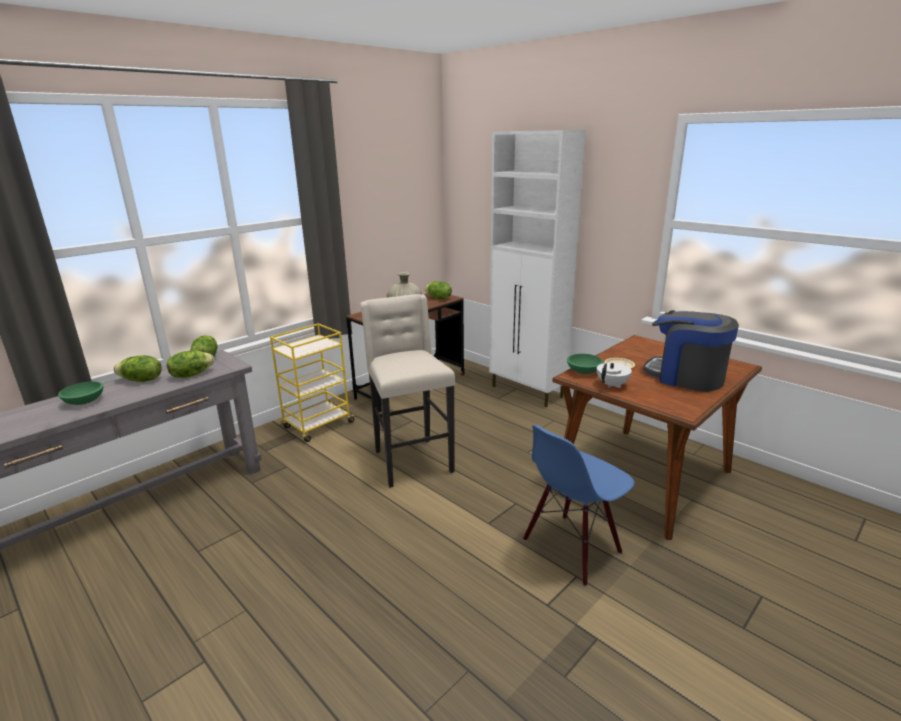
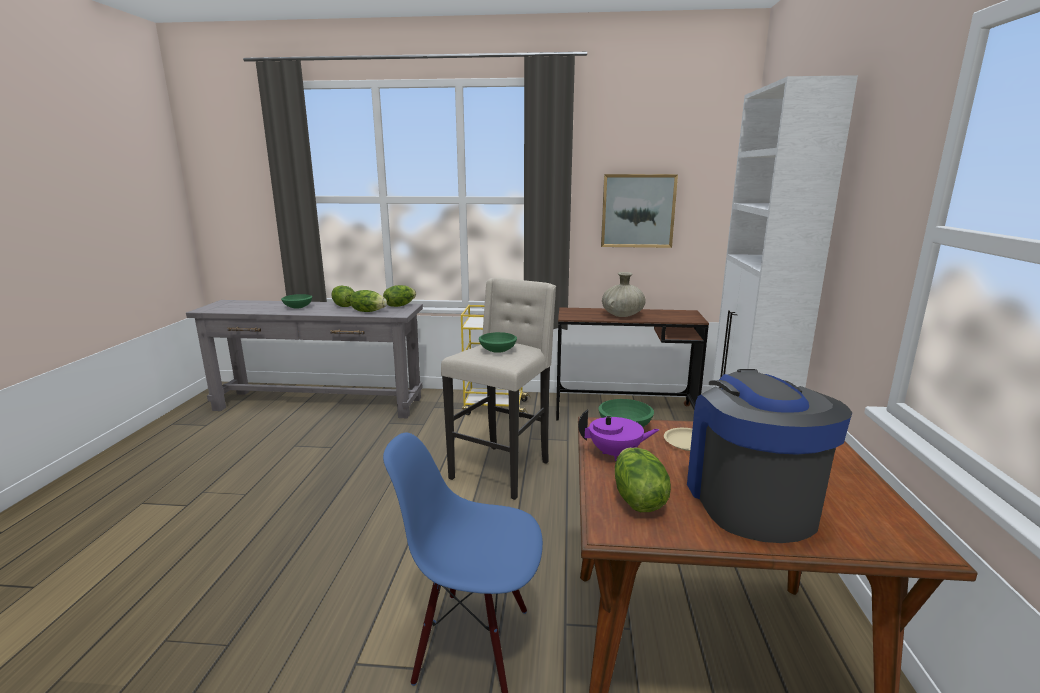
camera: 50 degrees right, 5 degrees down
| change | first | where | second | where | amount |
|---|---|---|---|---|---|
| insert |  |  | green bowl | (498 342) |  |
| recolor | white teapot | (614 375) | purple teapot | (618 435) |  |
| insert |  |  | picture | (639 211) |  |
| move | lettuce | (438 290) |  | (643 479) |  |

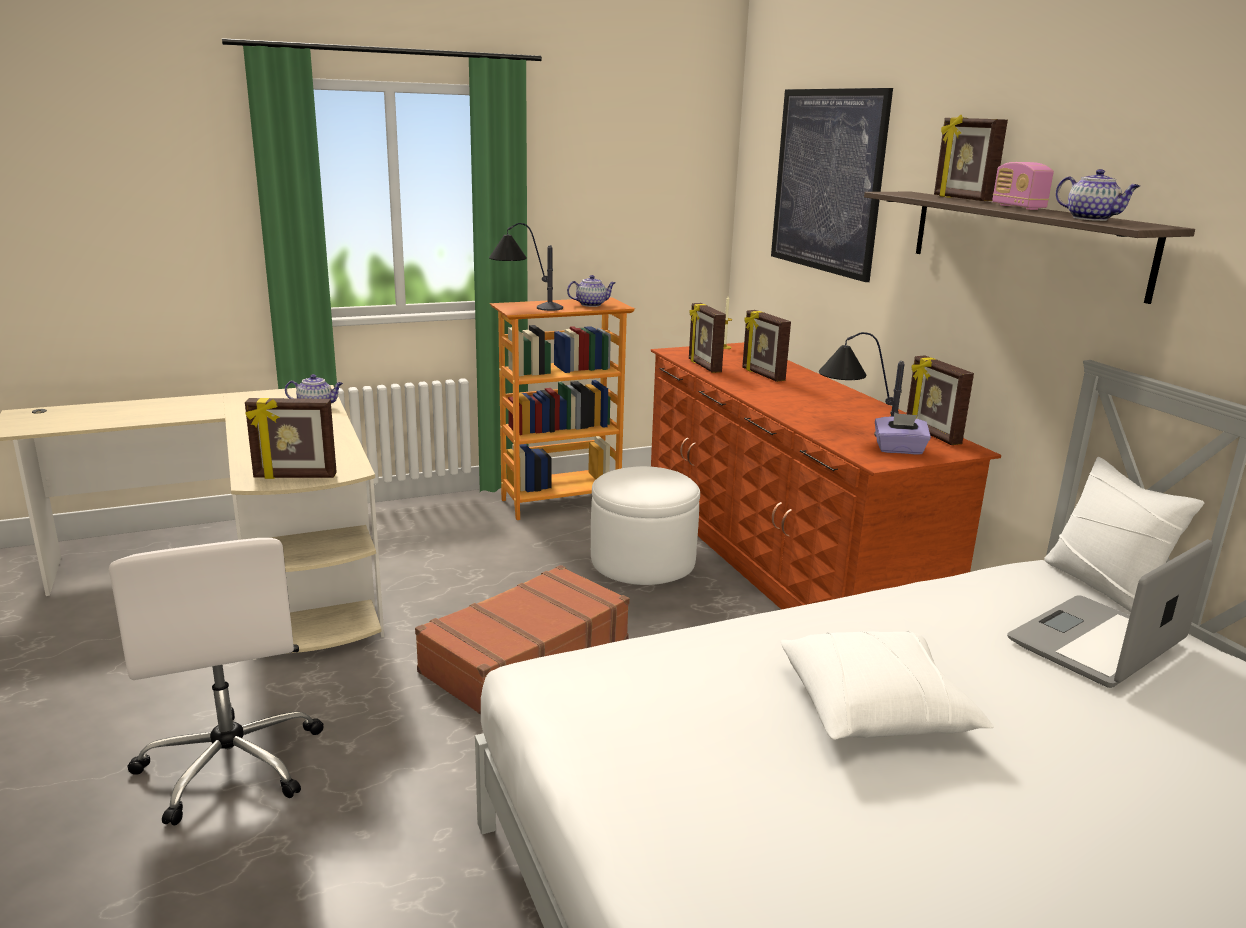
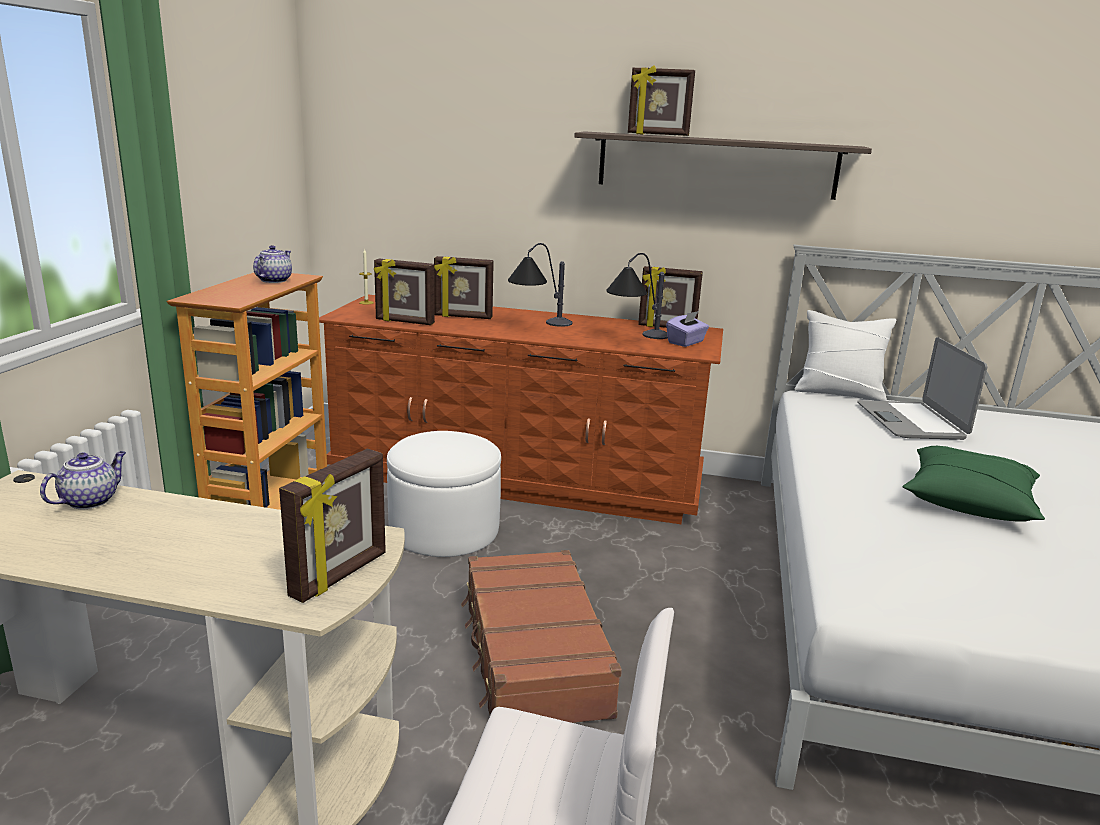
camera: 55 degrees left, 0 degrees up
| change | first | where | second | where | amount |
|---|---|---|---|---|---|
| move | table lamp | (526 267) |  | (540 285) |  |
| recolor | white pillow | (887 685) | green pillow | (973 484) |  |
| delete | picture | (832 185) |  |  |  |
| delete | radio | (1023 186) |  |  |  |
| delete | teapot | (1098 195) |  |  |  |

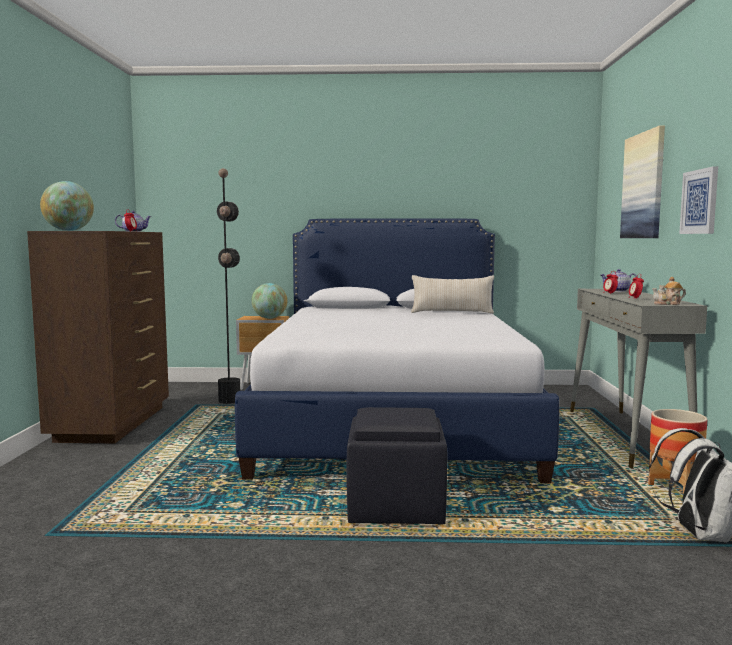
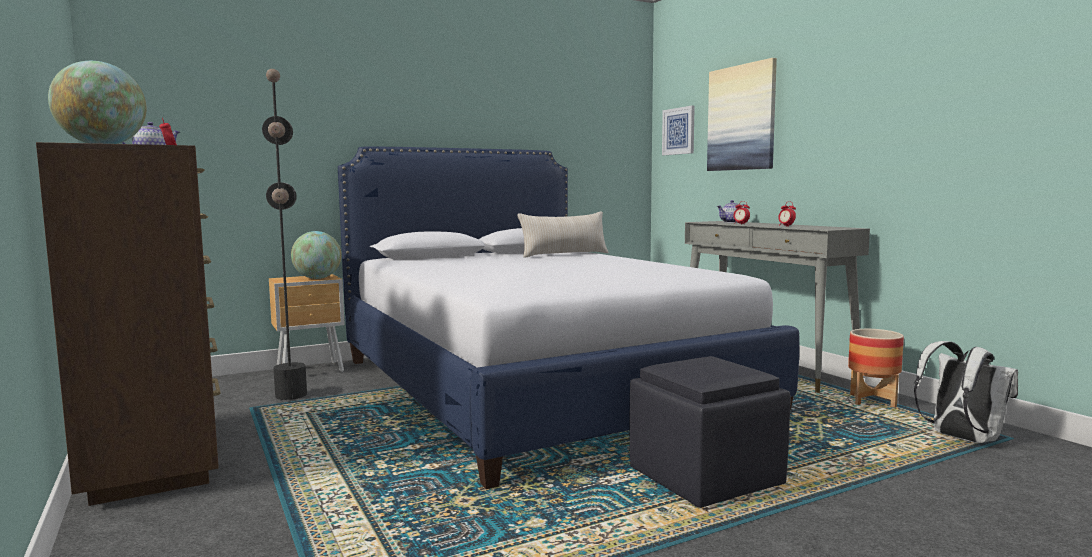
camera: 30 degrees left, 0 degrees up
| change | first | where | second | where | amount |
|---|---|---|---|---|---|
| move | picture | (698 200) |  | (678 130) |  |
| delete | teapot | (669 291) |  |  |  |

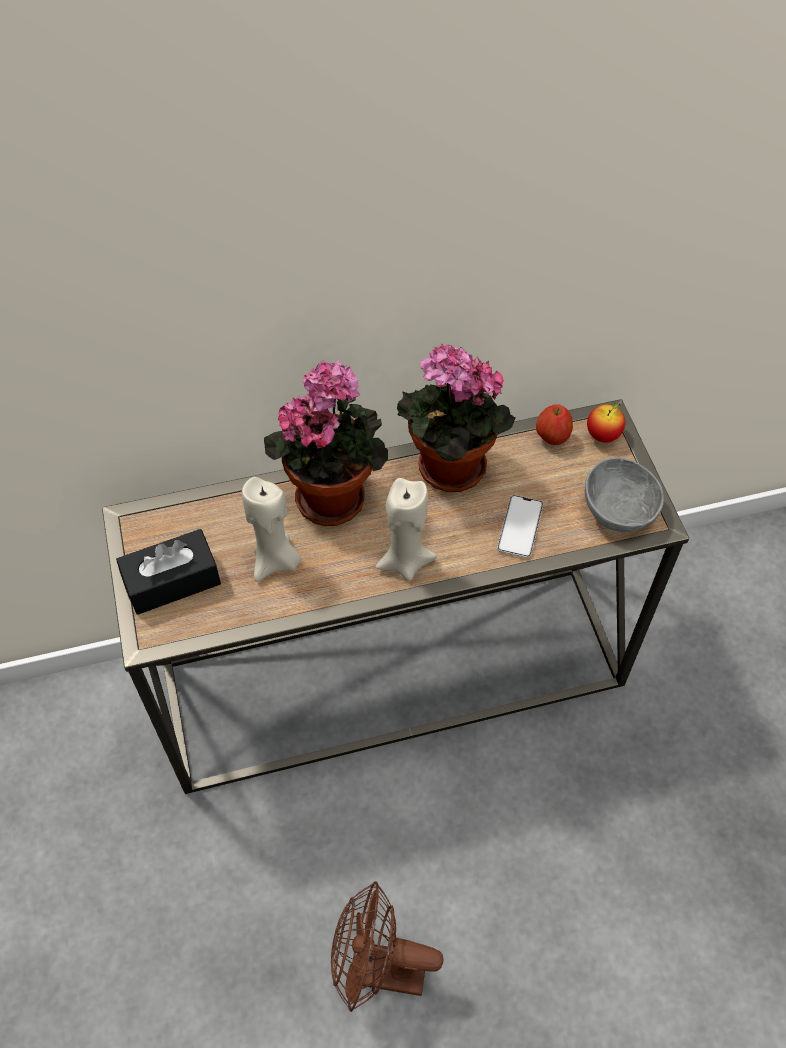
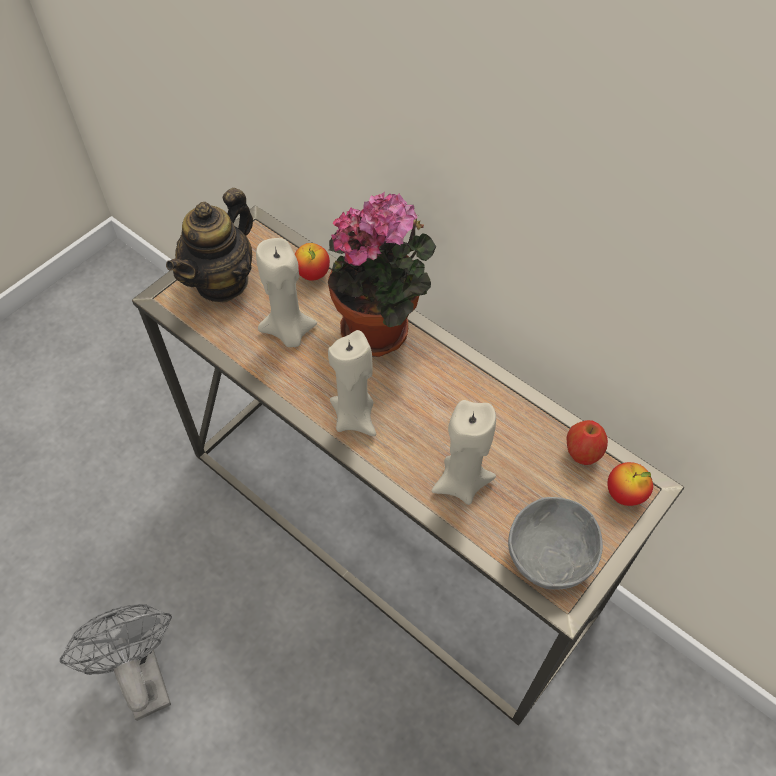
camera: 55 degrees right, 0 degrees up
| change | first | where | second | where | amount |
|---|---|---|---|---|---|
| recolor | brown fan | (387 946) | grey fan | (116 662) |  |
| replace | black tissue box | (168 572) | teapot | (209 245) |  |
| insert |  |  | apple | (312 262) |  |
| replace | phone | (520 526) | beige candle | (464 452) |  |
| delete | potted plant | (456 418) |  |  |  |

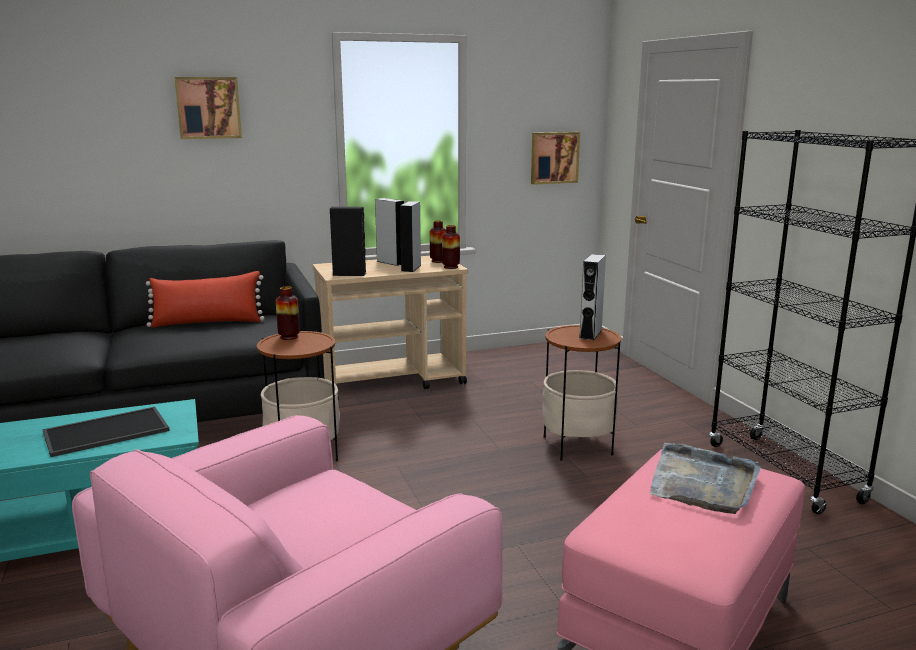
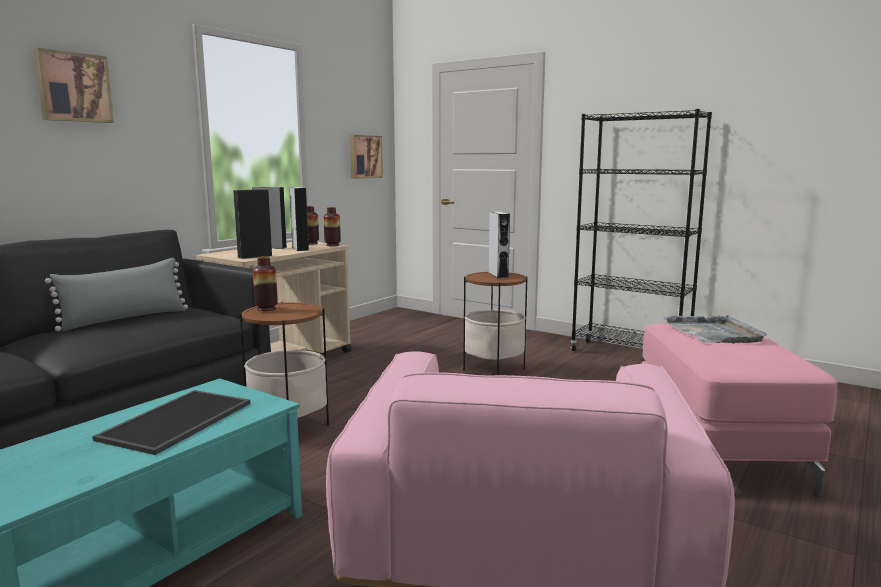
camera: 35 degrees left, 5 degrees down
| change | first | where | second | where | amount |
|---|---|---|---|---|---|
| recolor | red pillow | (205 299) | grey pillow | (116 294) |  |

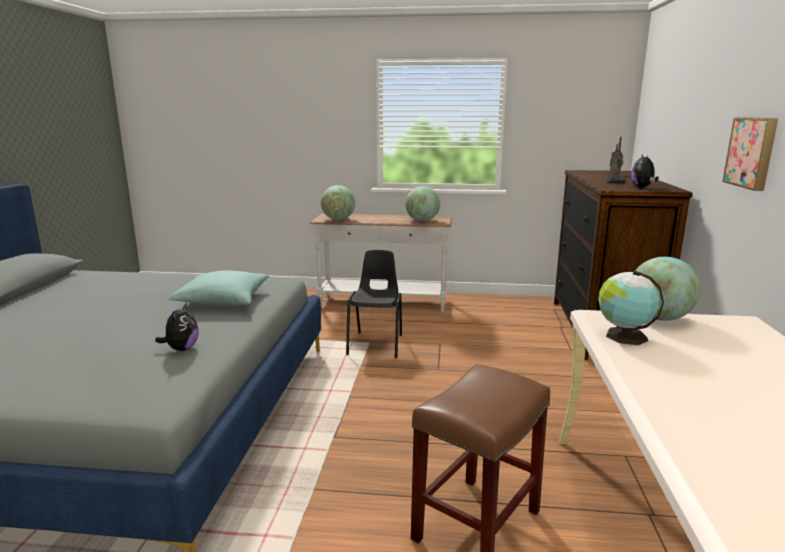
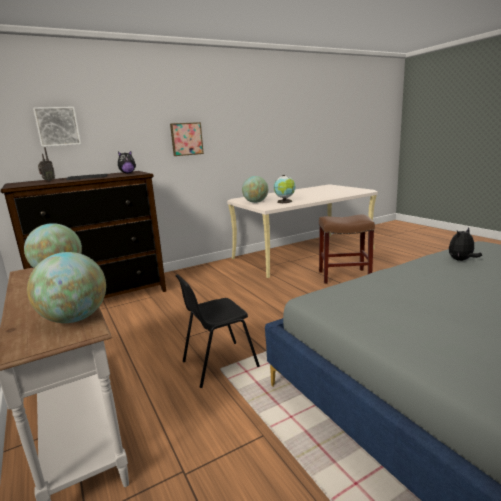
camera: 125 degrees left, 0 degrees up
| change | first | where | second | where | amount |
|---|---|---|---|---|---|
| insert |  |  | picture | (57 127) |  |
| delete | turquoise pillow | (218 288) |  |  |  |

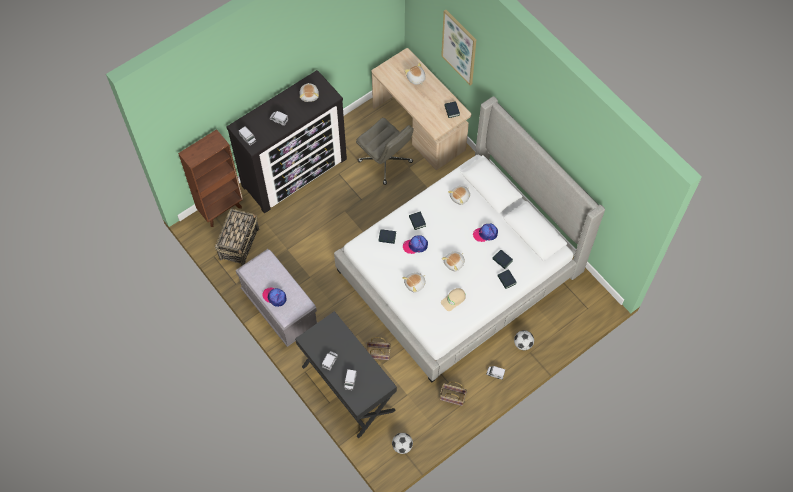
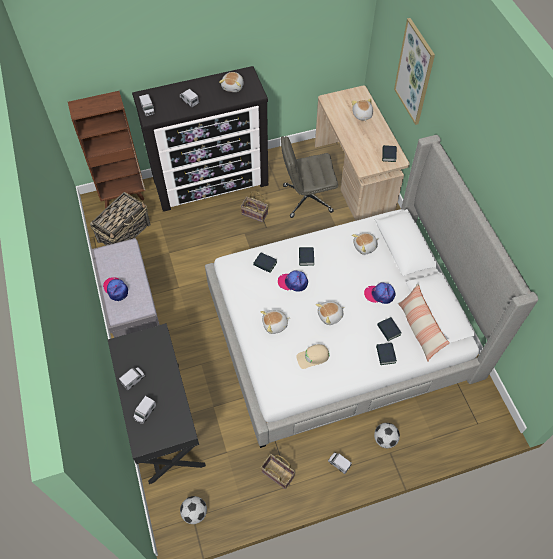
camera: 20 degrees right, 5 degrees down
| change | first | where | second | where | amount |
|---|---|---|---|---|---|
| move | basket | (378 348) |  | (254 206) |  |
| rotate | grey office chair | (385 151) |  | (309 177) | 105 degrees clockwise |
| insert |  |  | pillow | (424 323) |  |

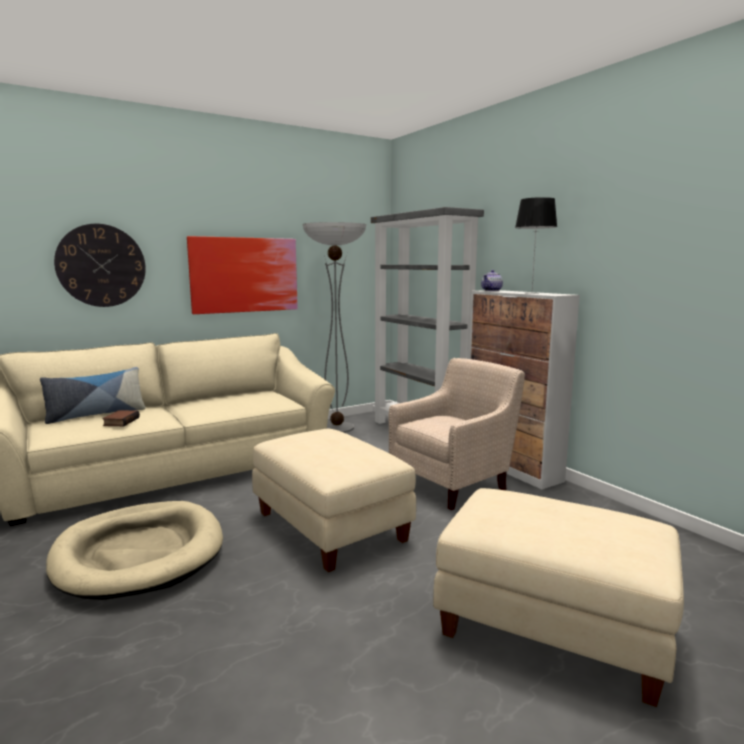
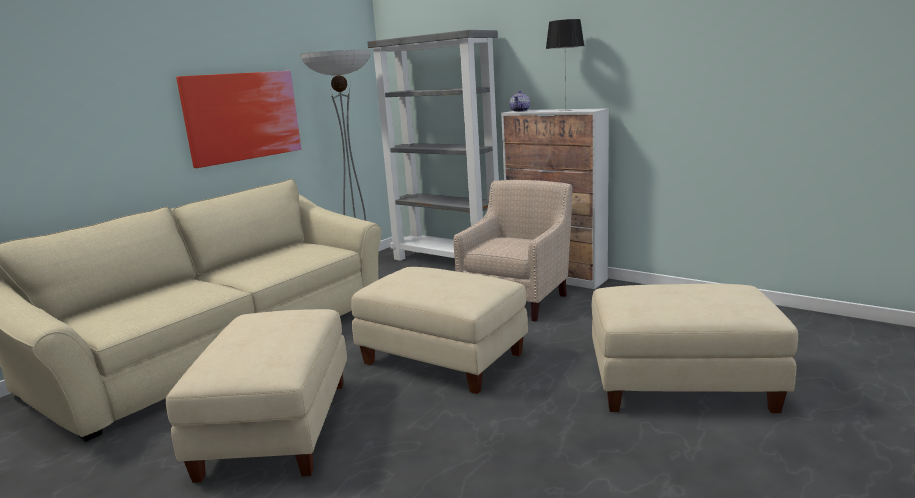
camera: 20 degrees left, 5 degrees up
| change | first | where | second | where | amount |
|---|---|---|---|---|---|
| replace | beige dog bed | (134 550) | beige ottoman | (256 396) |  |
| delete | pillow | (93 395) |  |  |  |
| delete | wall clock | (100 265) |  |  |  |
| delete | book | (121 418) |  |  |  |

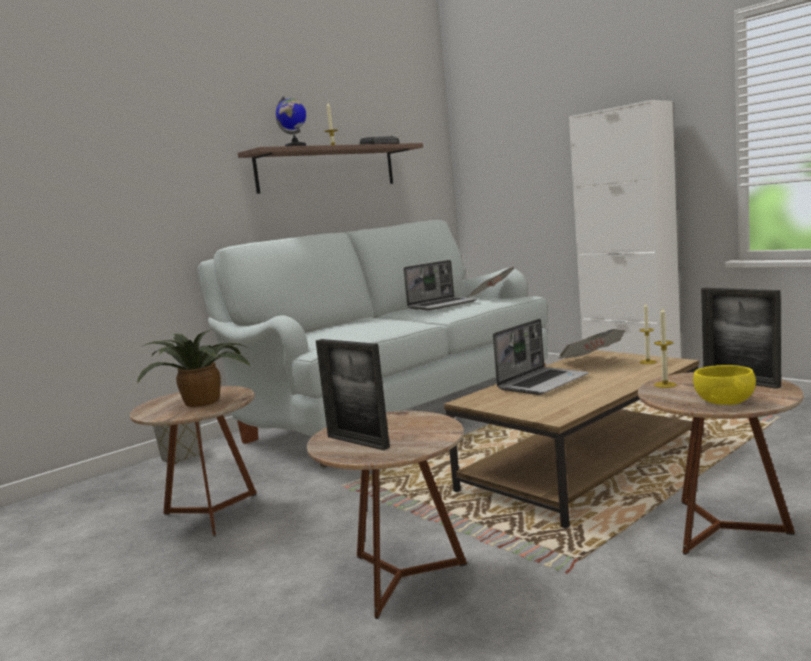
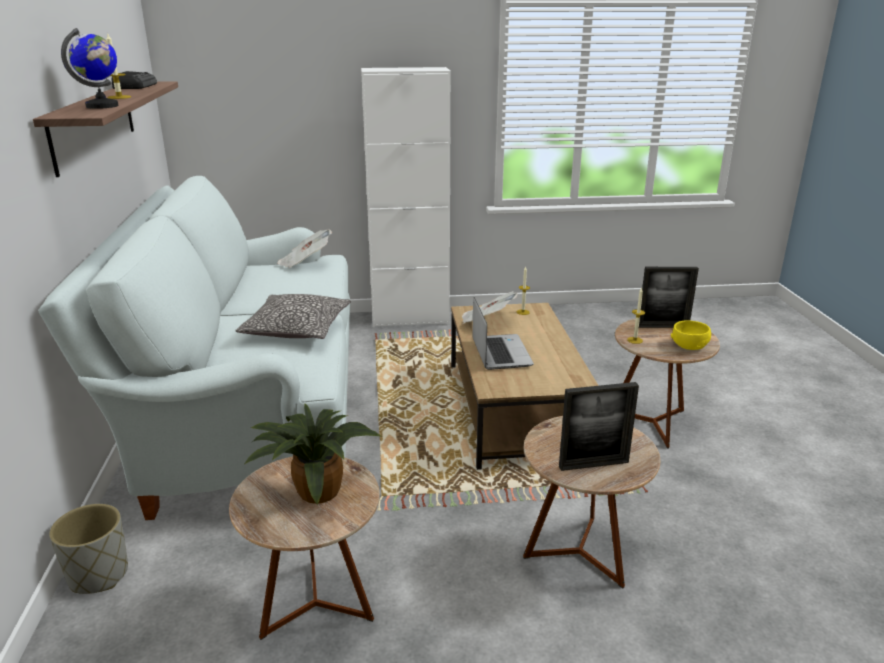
camera: 55 degrees left, 15 degrees up
| change | first | where | second | where | amount |
|---|---|---|---|---|---|
| insert |  |  | pillow | (293 316) |  |
| delete | laptop | (440 285) |  |  |  |

